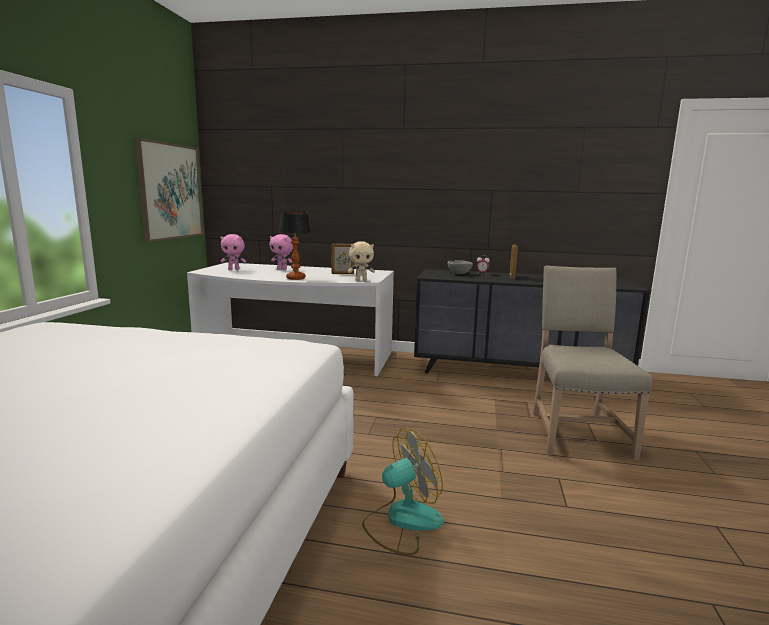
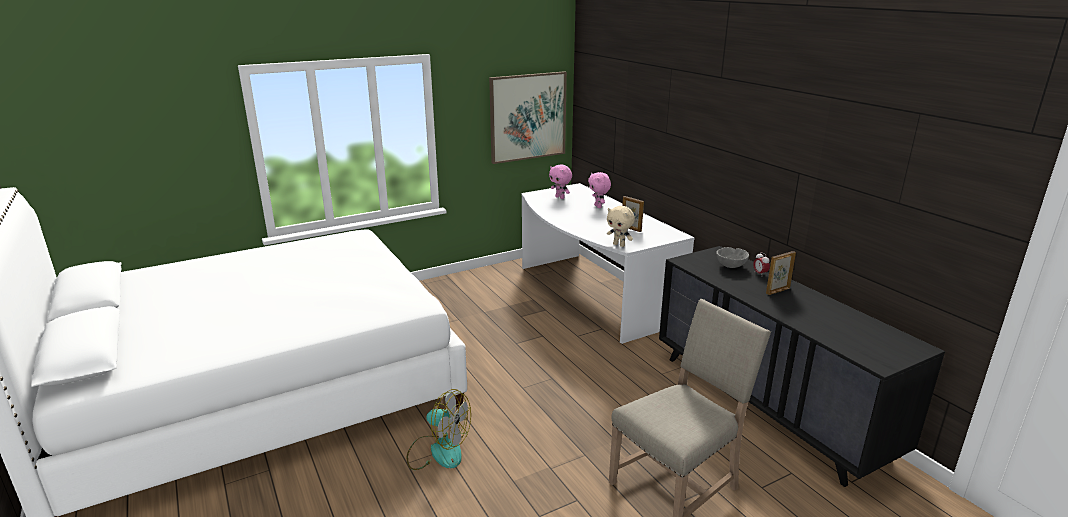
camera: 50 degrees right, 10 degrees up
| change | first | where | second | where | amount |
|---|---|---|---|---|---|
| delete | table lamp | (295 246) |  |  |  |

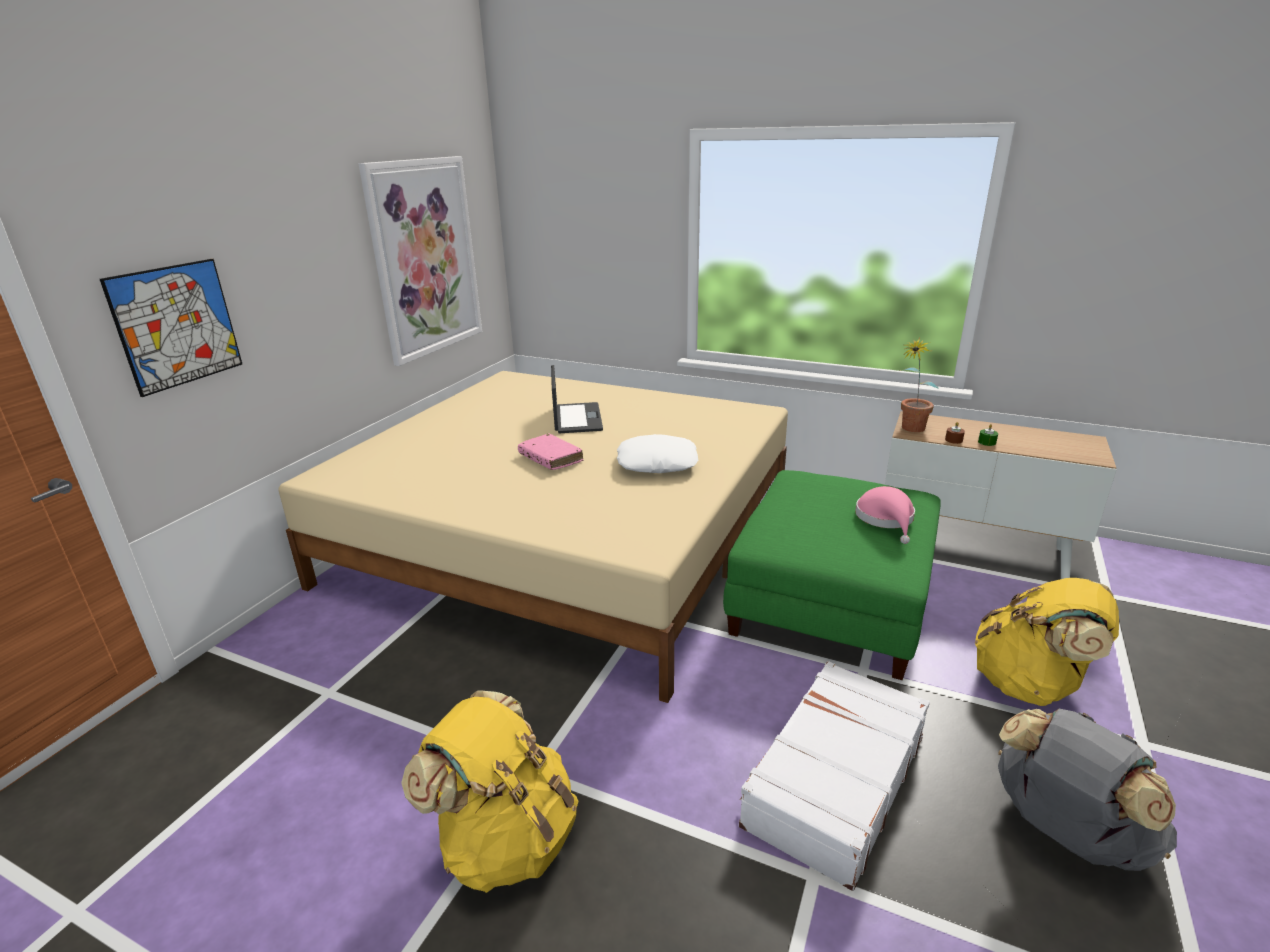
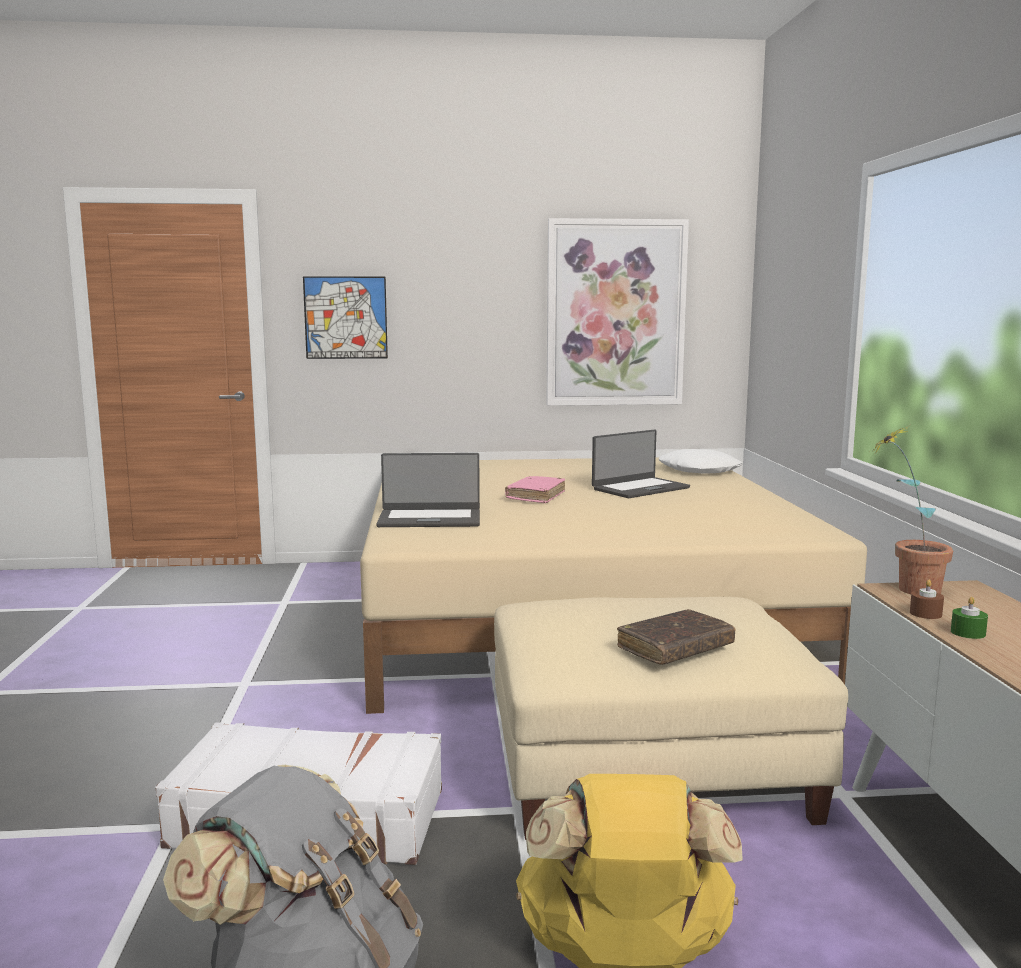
camera: 60 degrees right, 15 degrees down
| change | first | where | second | where | amount |
|---|---|---|---|---|---|
| insert |  |  | laptop | (428 490) |  |
| recolor | green ottoman | (832 575) | beige ottoman | (671 718) |  |
| replace | pink hat | (885 515) | brown book | (676 637) |  |
| move | white pillow | (657 453) |  | (701 461) |  |
| delete | yellow backpack | (490 791) |  |  |  |

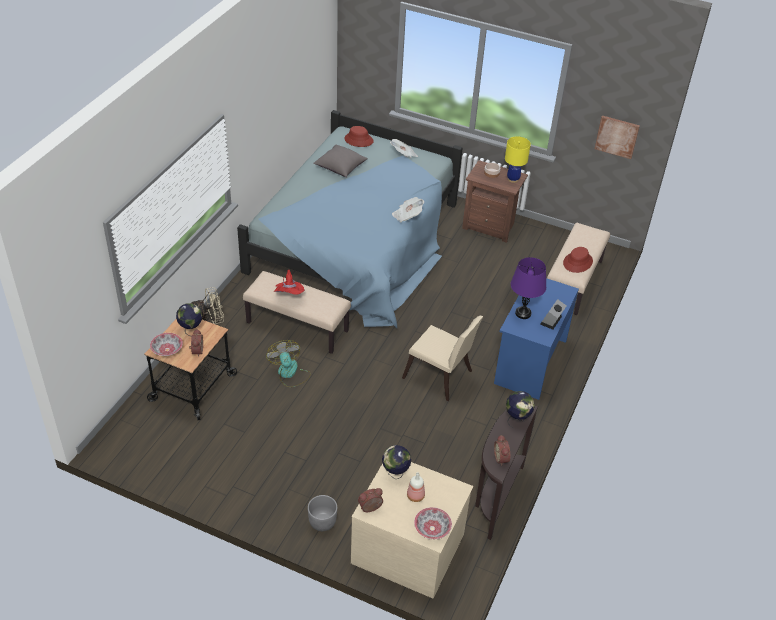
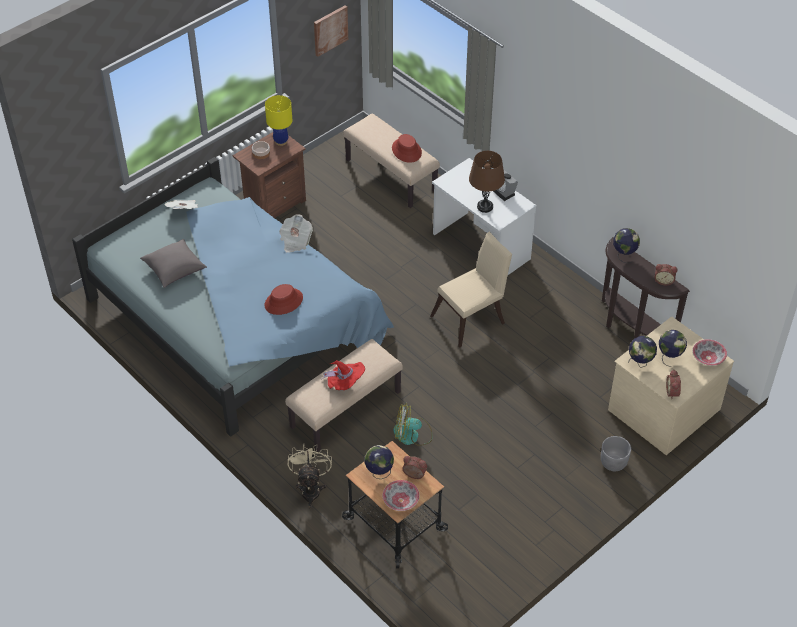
camera: 65 degrees left, 5 degrees up
| change | first | where | second | where | amount |
|---|---|---|---|---|---|
| move | red hat | (359 136) |  | (283 299) |  |
| recolor | blue desk | (536 337) | white desk | (484 216) |  |
| recolor | purple table lamp | (528 288) | brown table lamp | (487 182) |  |
| replace | bottle | (416 487) | globe | (673 348) |  |

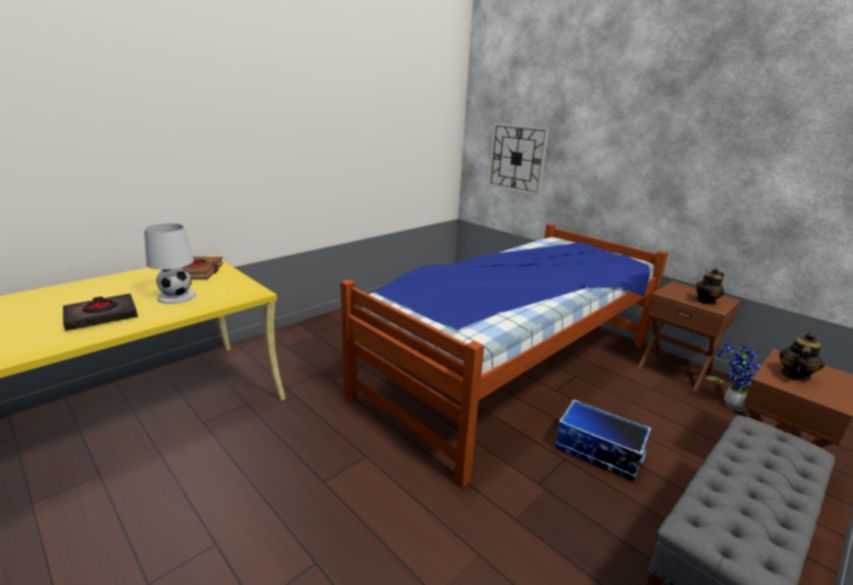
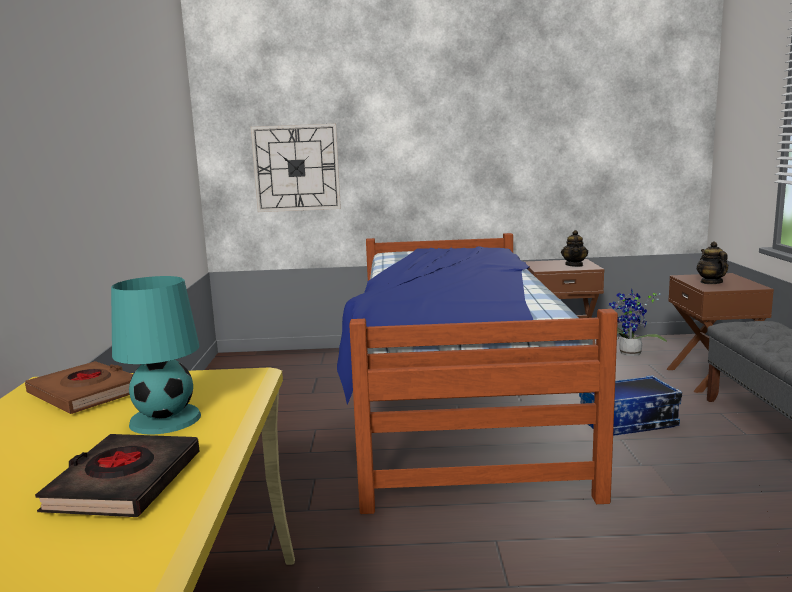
camera: 45 degrees left, 10 degrees down
| change | first | where | second | where | amount |
|---|---|---|---|---|---|
| recolor | white table lamp | (170 263) | turquoise table lamp | (156 355) |  |

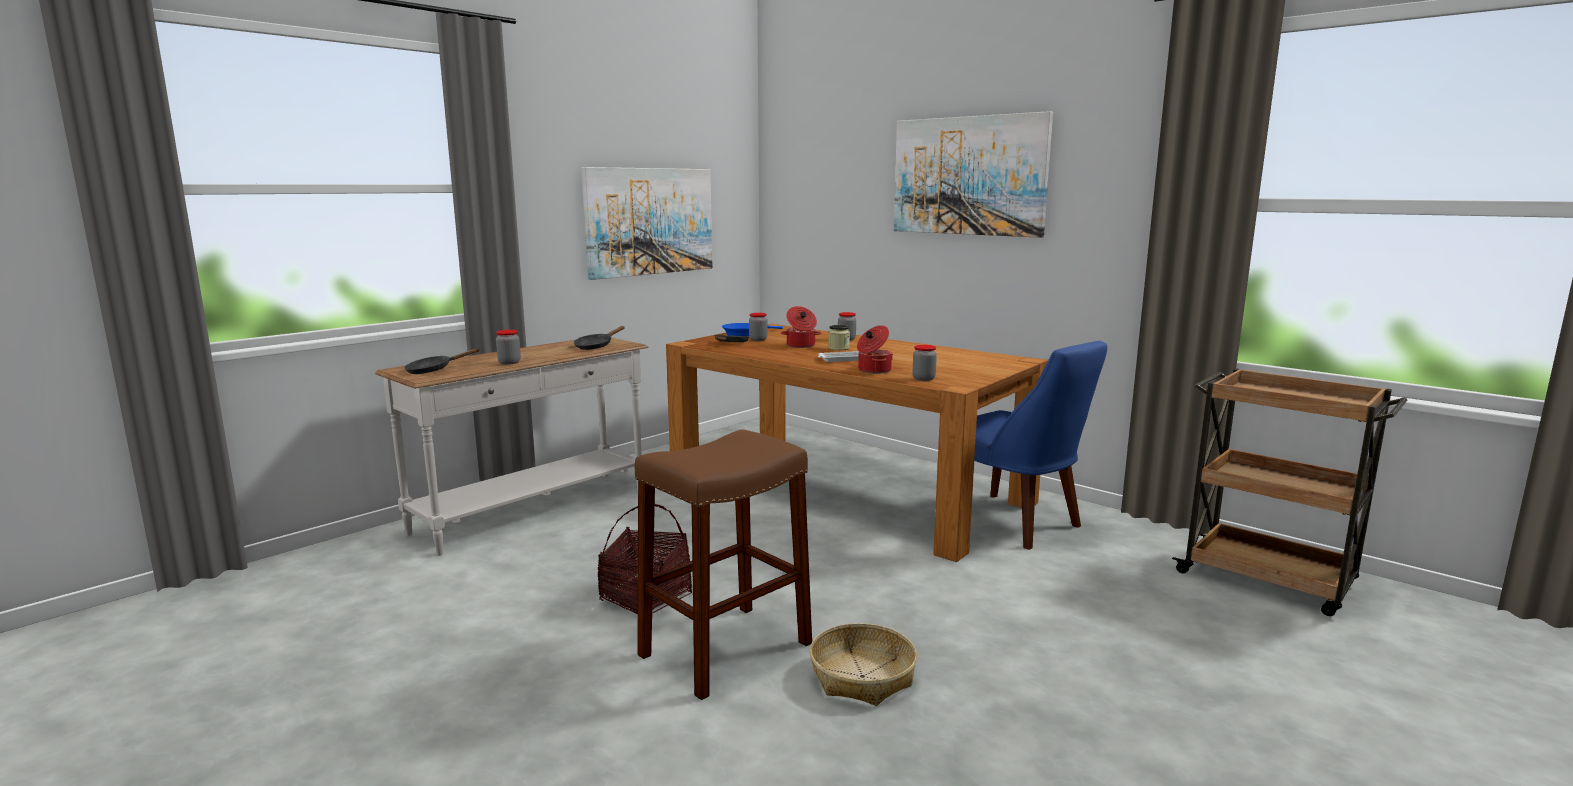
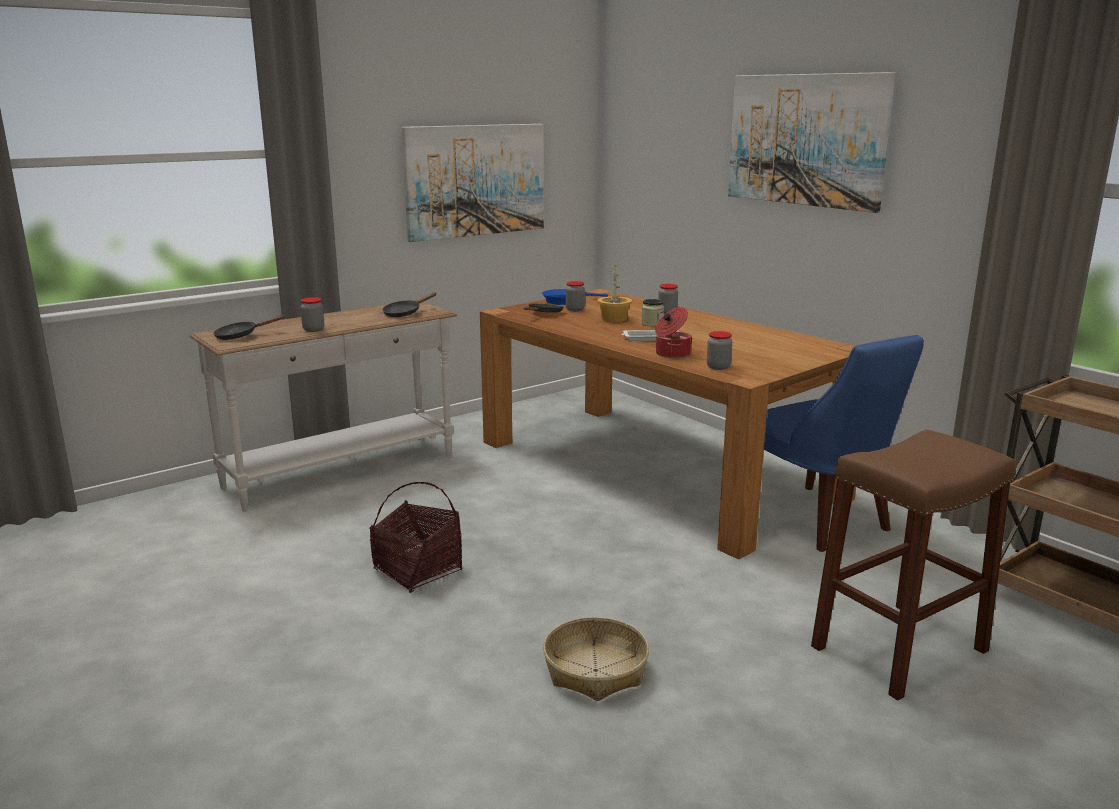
camera: 10 degrees right, 5 degrees up
| change | first | where | second | where | amount |
|---|---|---|---|---|---|
| replace | cooking pot | (801 327) | potted plant | (614 292) |  |
| move | brown stool | (723 565) |  | (913 565) |  |

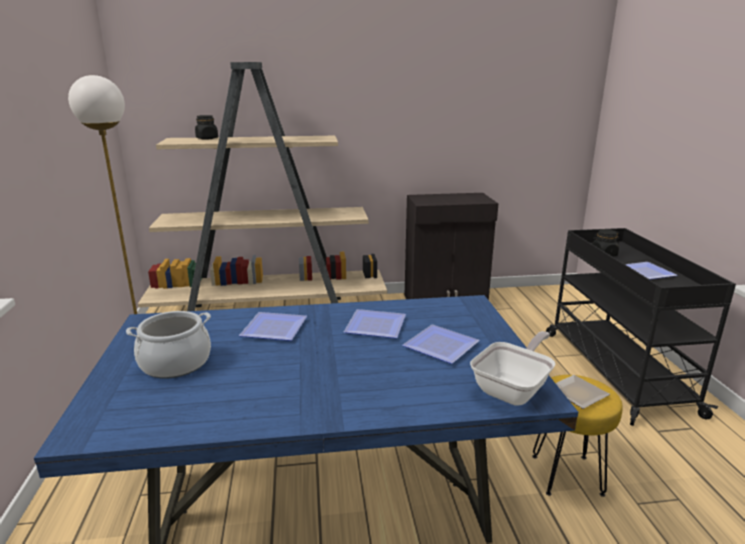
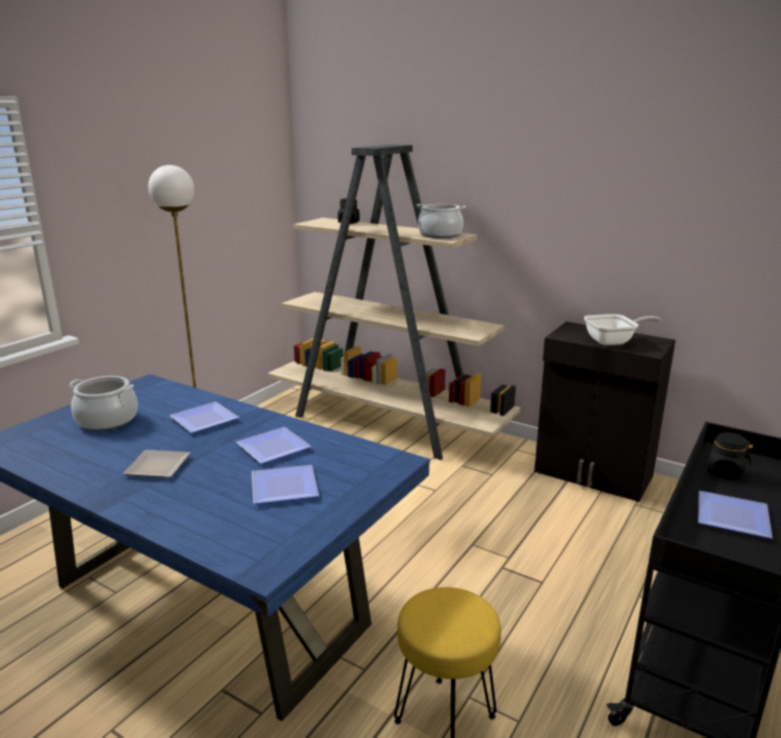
camera: 40 degrees right, 0 degrees up
| change | first | where | second | where | amount |
|---|---|---|---|---|---|
| move | plate | (583 392) |  | (156 464) |  |
| insert |  |  | cooking pot | (441 221) |  |
| move | frying pan | (512 368) |  | (622 329) |  |

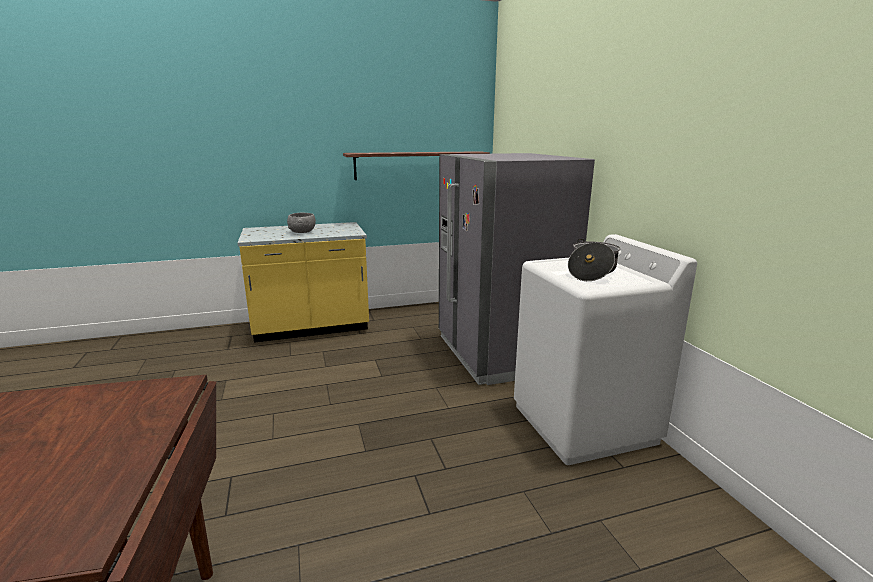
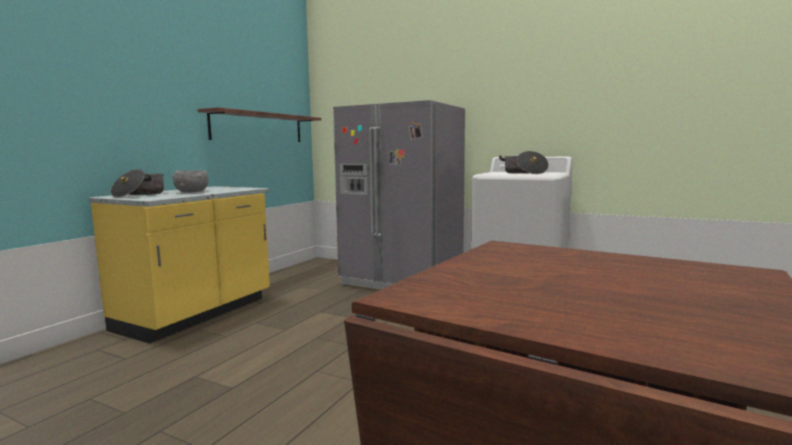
camera: 45 degrees left, 10 degrees down
| change | first | where | second | where | amount |
|---|---|---|---|---|---|
| insert |  |  | cooking pot | (137 183) |  |

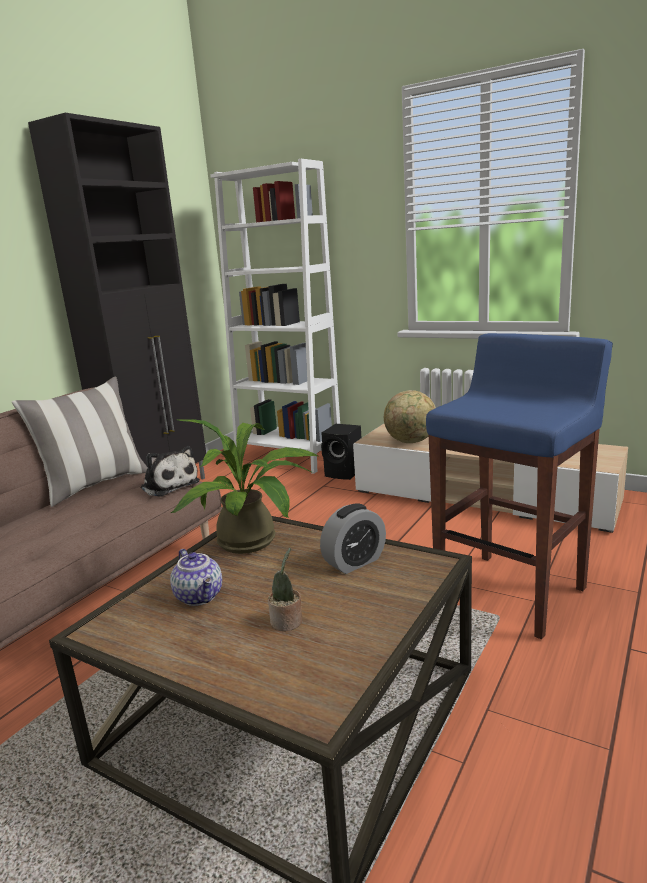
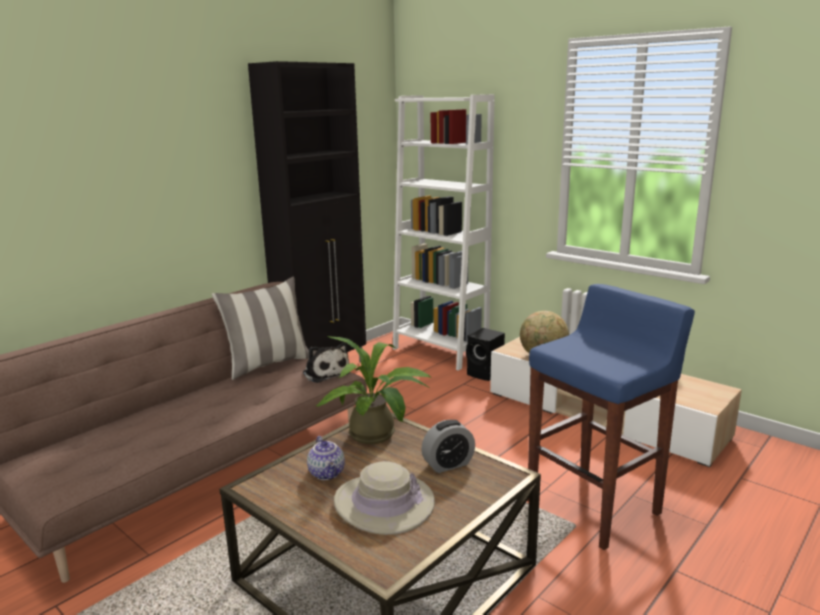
camera: 10 degrees right, 0 degrees up
| change | first | where | second | where | amount |
|---|---|---|---|---|---|
| replace | potted plant | (285 589) | beige hat | (384 498) |  |

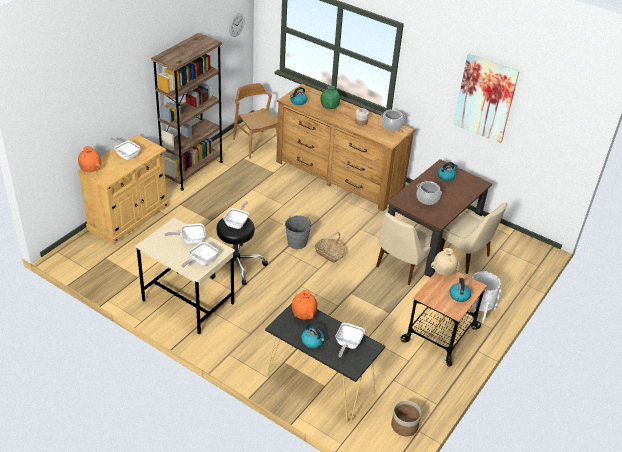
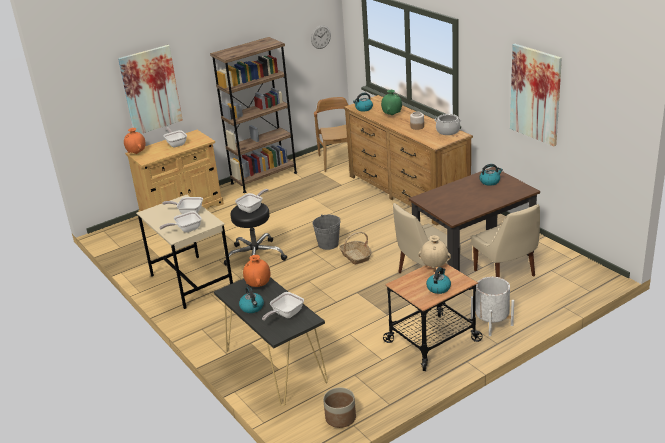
camera: 25 degrees right, 10 degrees down
| change | first | where | second | where | amount |
|---|---|---|---|---|---|
| insert |  |  | picture | (150 89) |  |
| delete | cooking pot | (429 193) |  |  |  |

